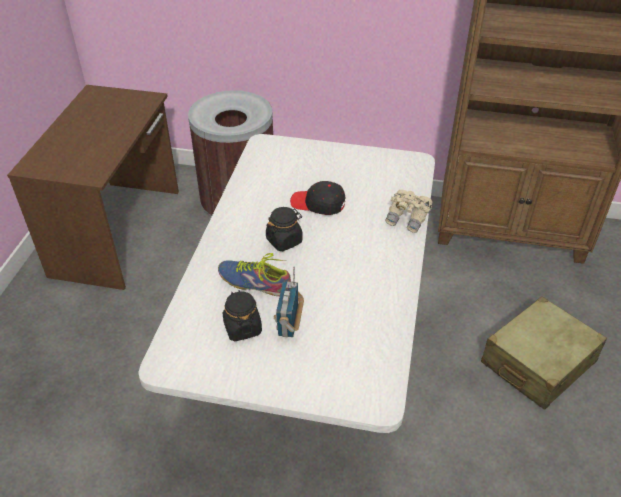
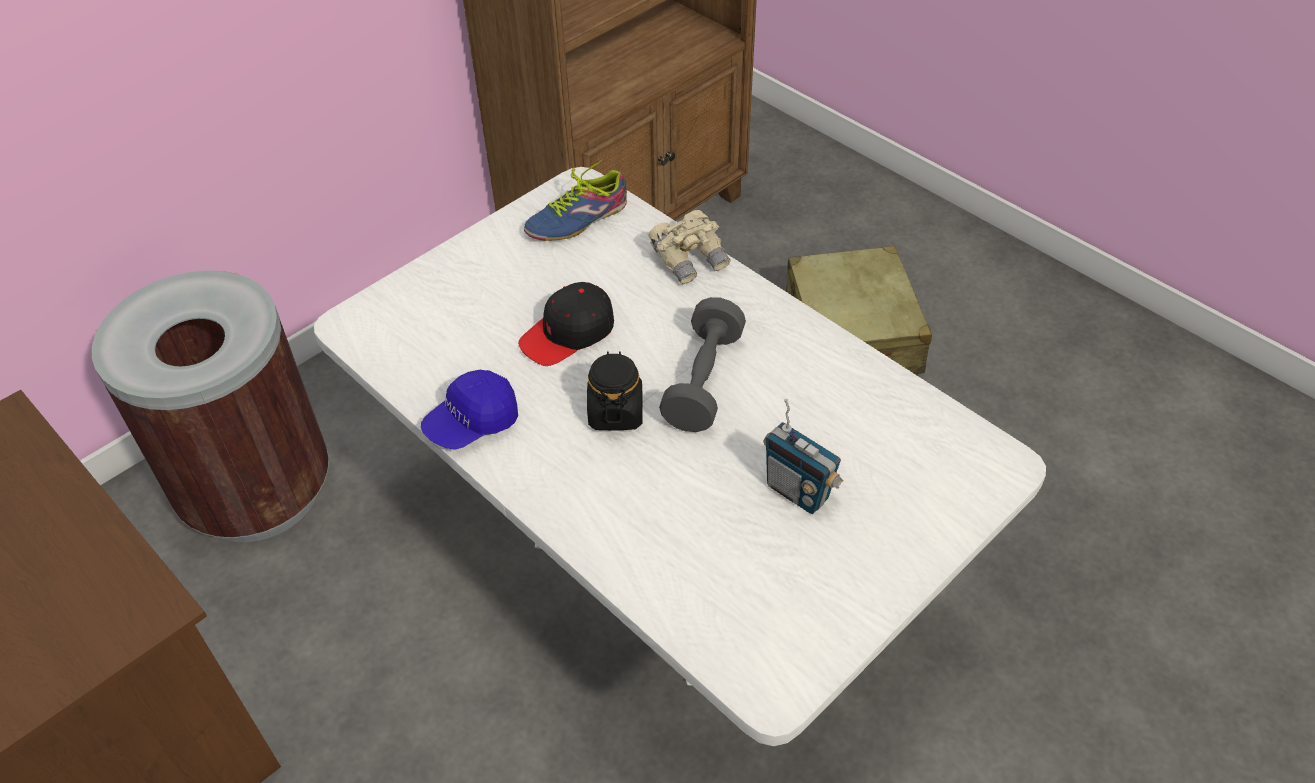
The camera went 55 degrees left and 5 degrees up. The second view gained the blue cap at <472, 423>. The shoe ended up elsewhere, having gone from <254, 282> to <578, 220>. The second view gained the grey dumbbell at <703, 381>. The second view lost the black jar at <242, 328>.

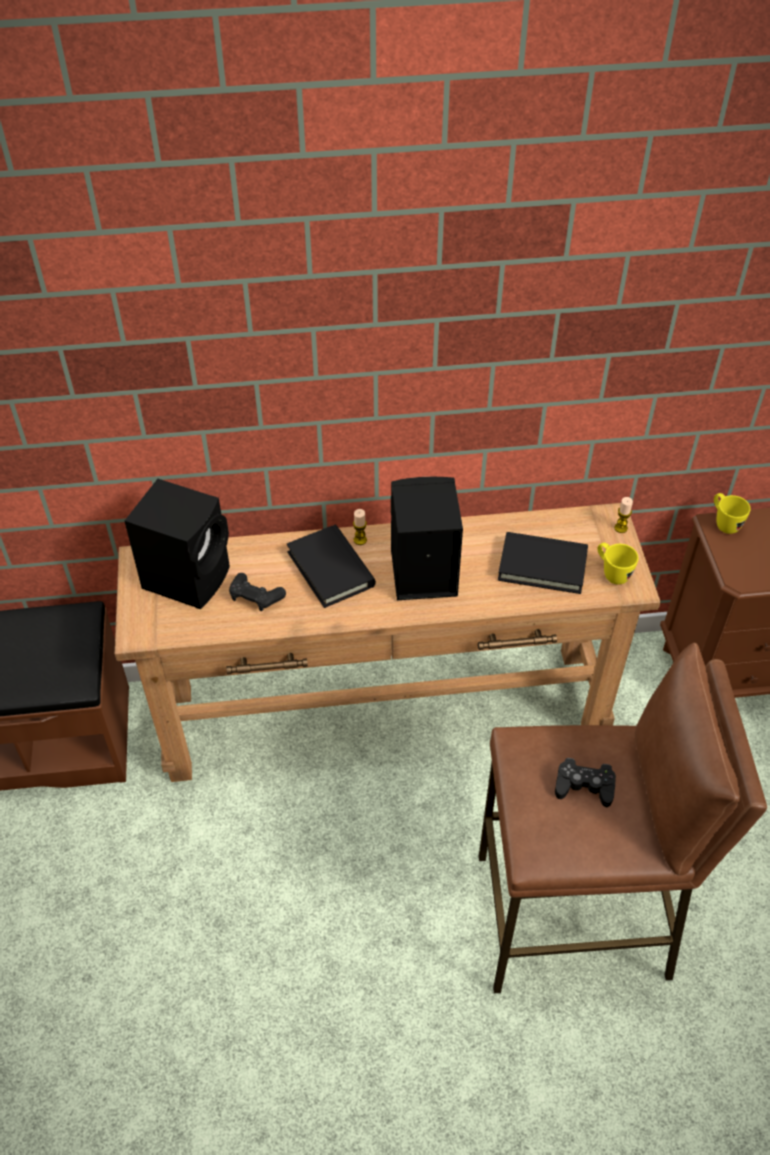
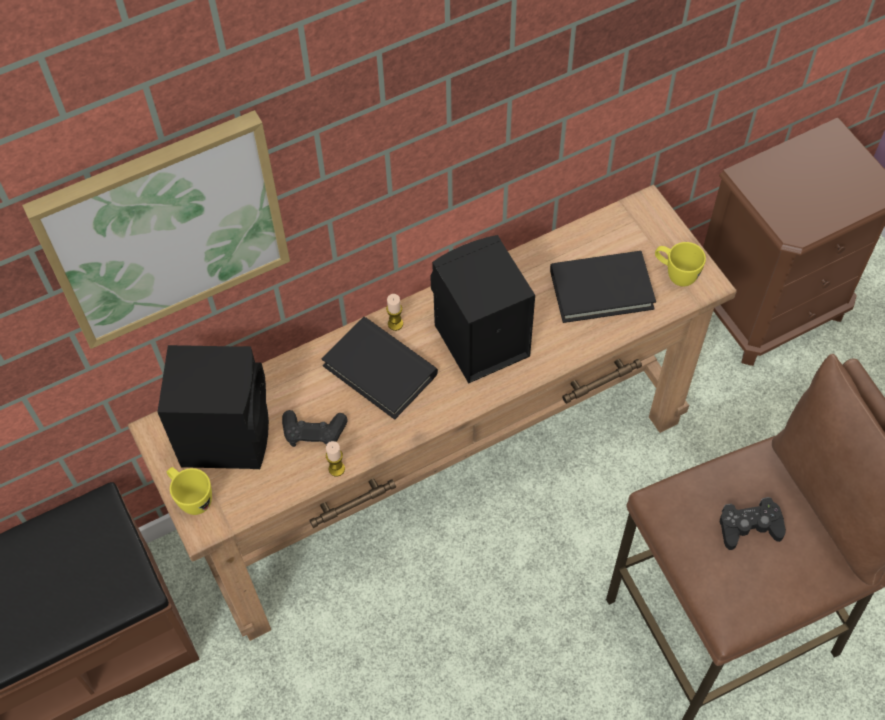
The camera went 20 degrees left and 10 degrees up. The second view gained the picture at <165, 229>. The yellow mug ended up elsewhere, having gone from <723, 523> to <191, 498>. The candle ended up elsewhere, having gone from <620, 528> to <336, 469>.

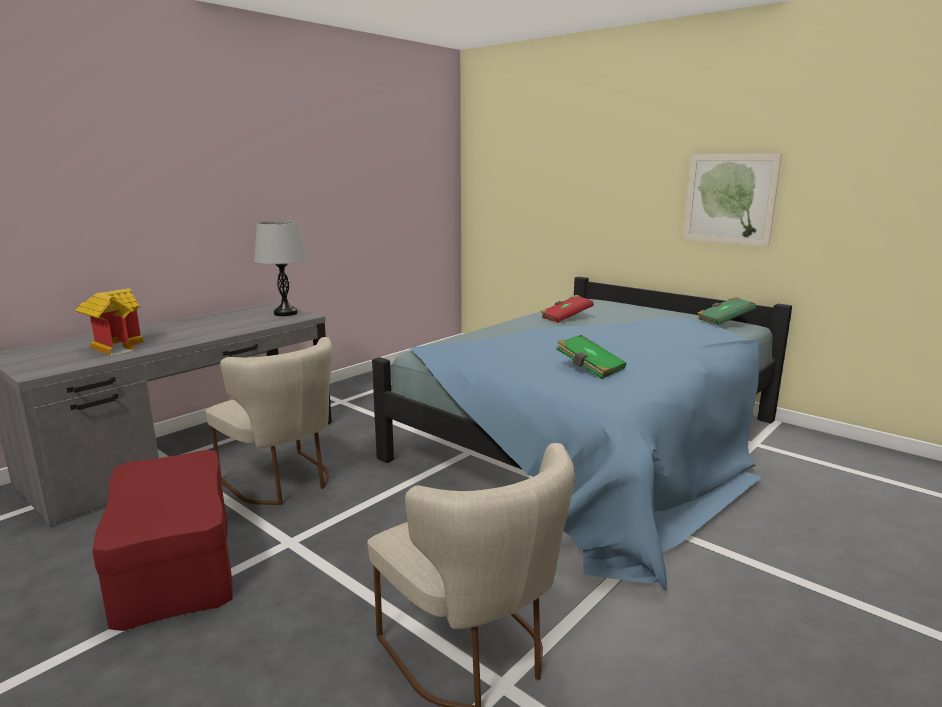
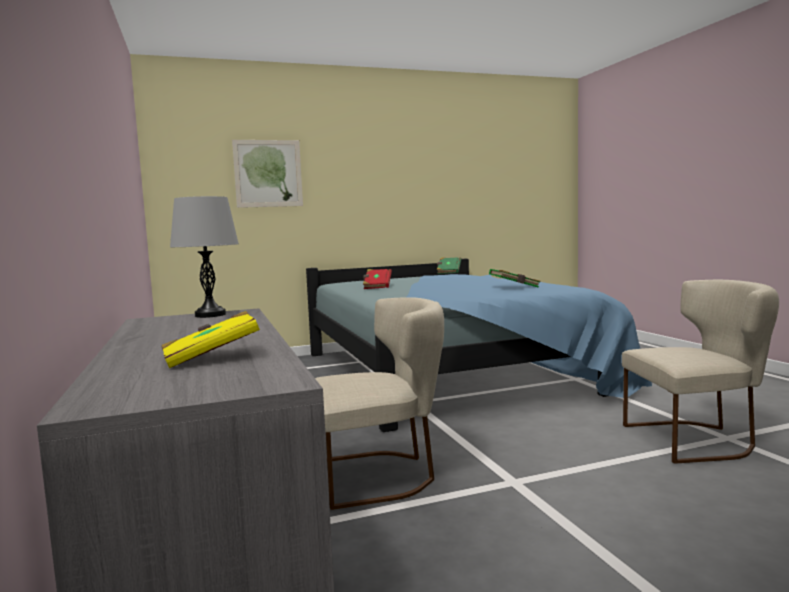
The camera went 60 degrees left and 10 degrees down. Where the toy house stood at <115, 347>, the yellow book came to stand at <211, 358>. The picture ended up elsewhere, having gone from <729, 199> to <268, 173>. The second view lost the red ottoman at <174, 564>.

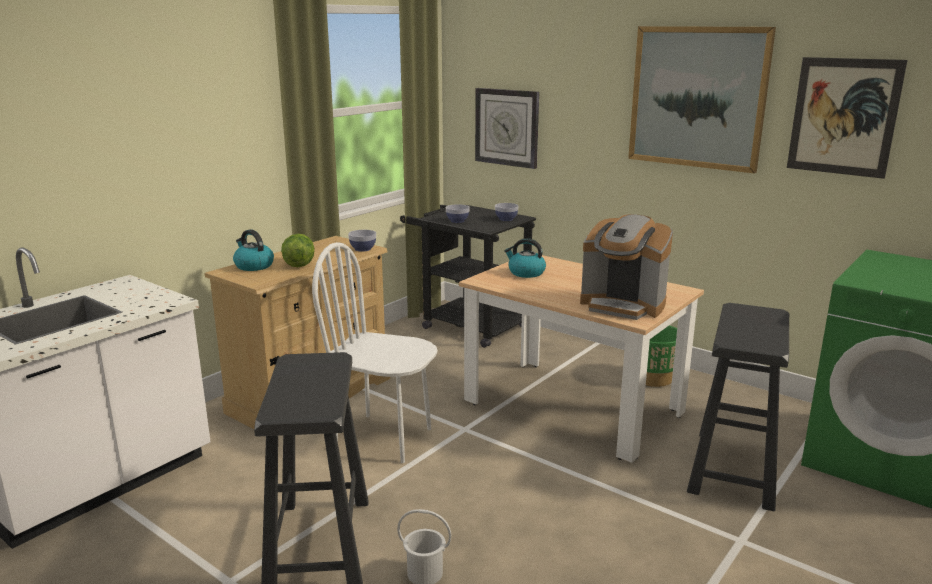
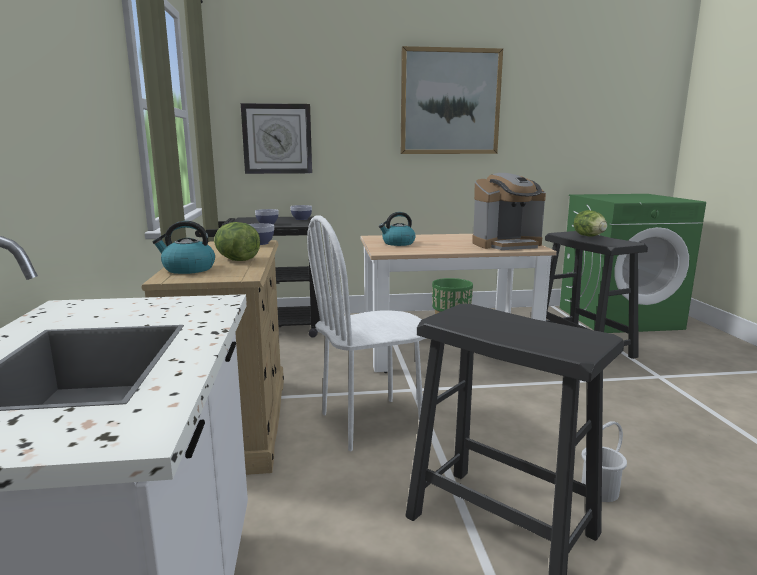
The camera went 45 degrees left and 5 degrees down. The second view gained the lettuce at <589, 236>. The second view lost the picture at <843, 117>.

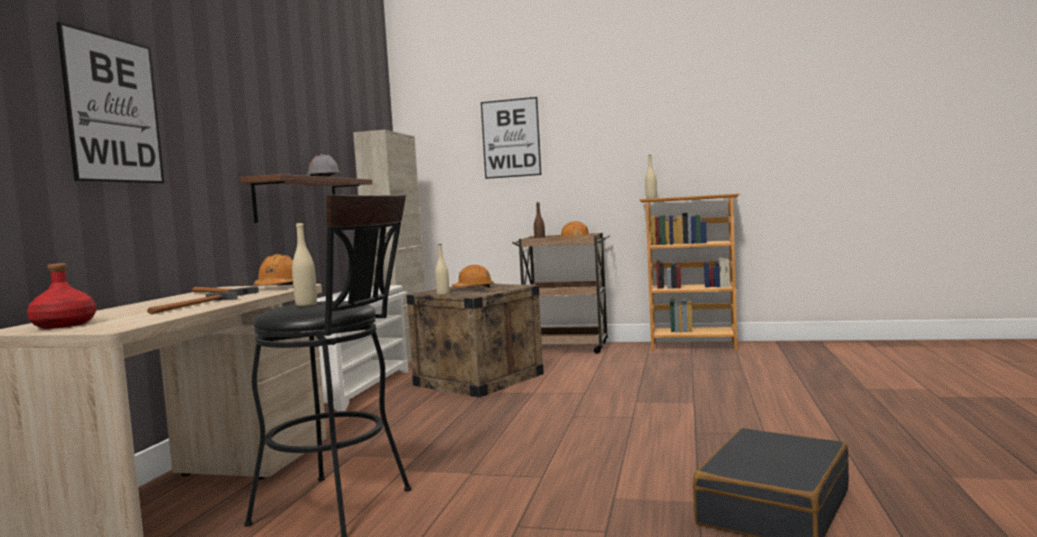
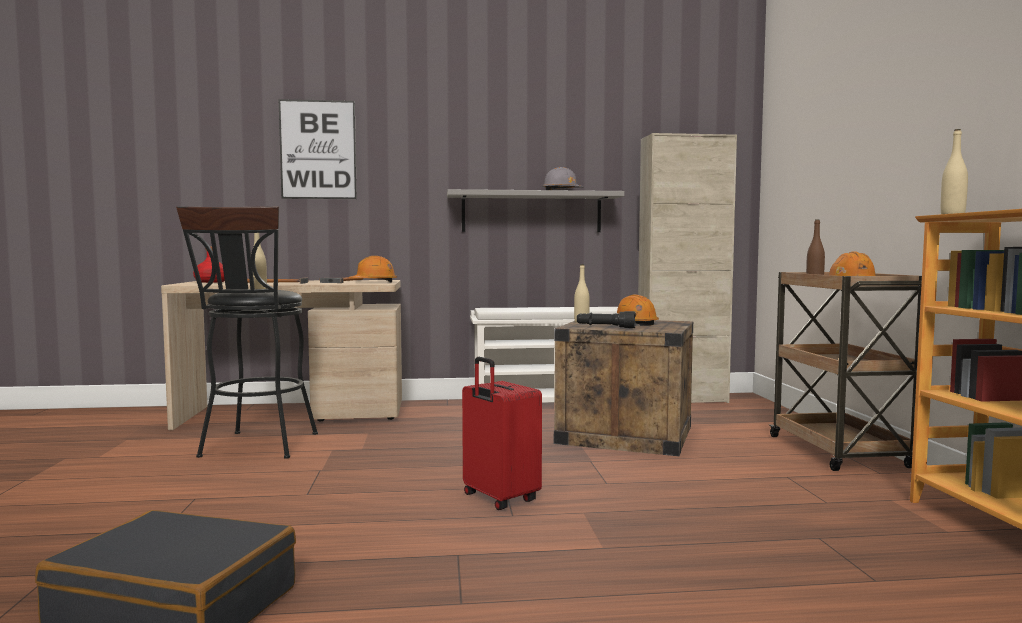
The camera went 70 degrees right and 0 degrees up. What was the brown shelf at <297, 200> turned into the grey shelf at <531, 212>. The second view gained the red suitcase at <499, 499>. The second view gained the black flashlight at <605, 327>. The second view lost the picture at <511, 138>.

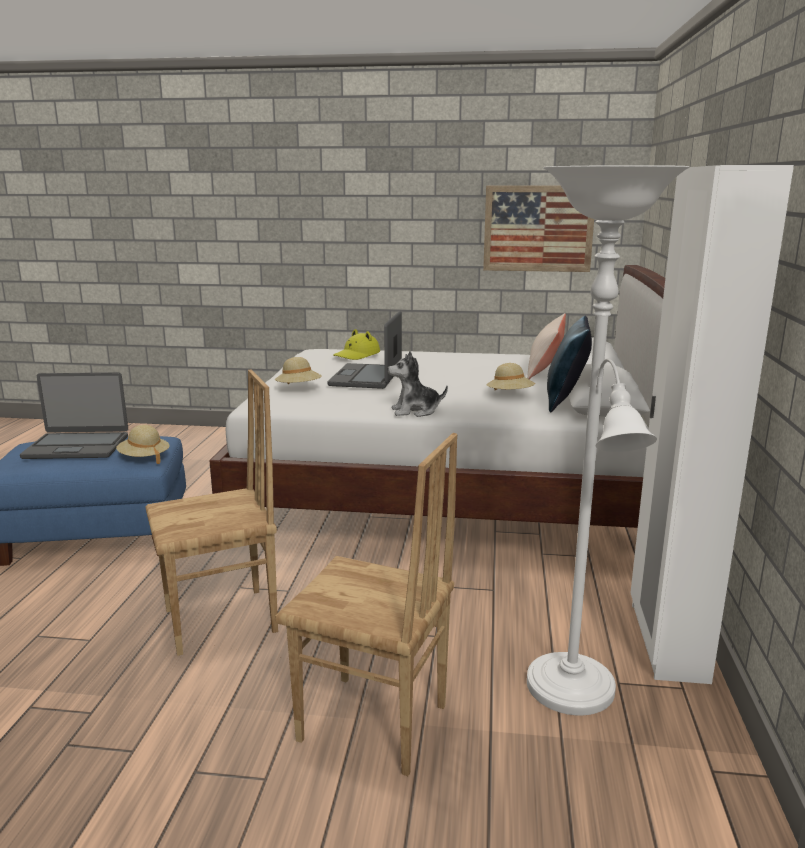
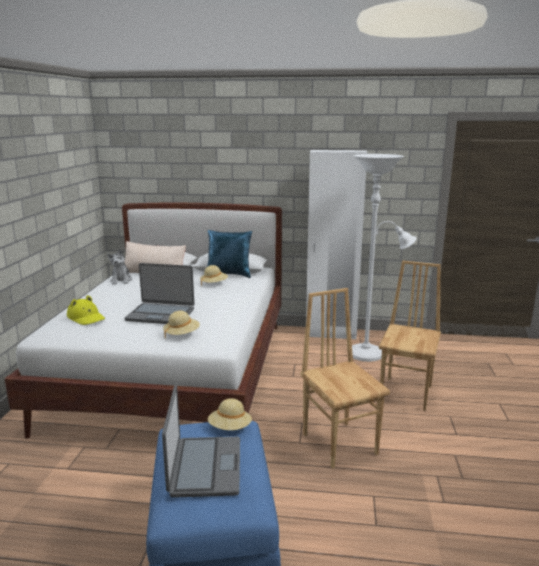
The camera went 90 degrees left and 0 degrees up. The plush toy ended up elsewhere, having gone from <415, 411> to <121, 280>. The second view lost the picture at <538, 228>.

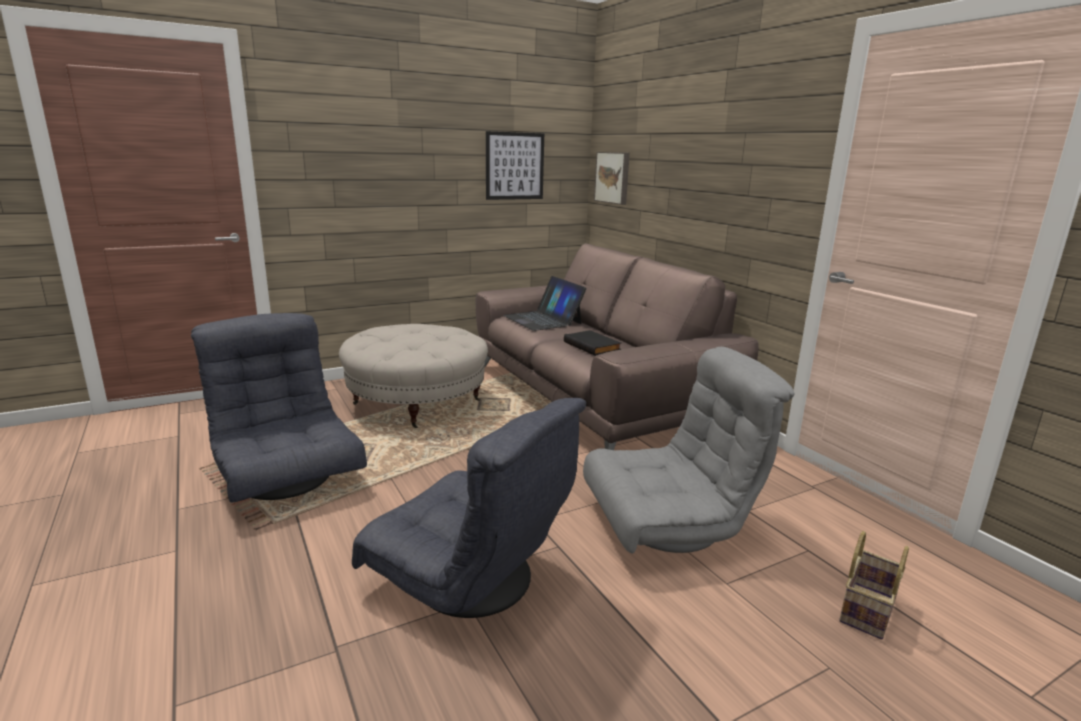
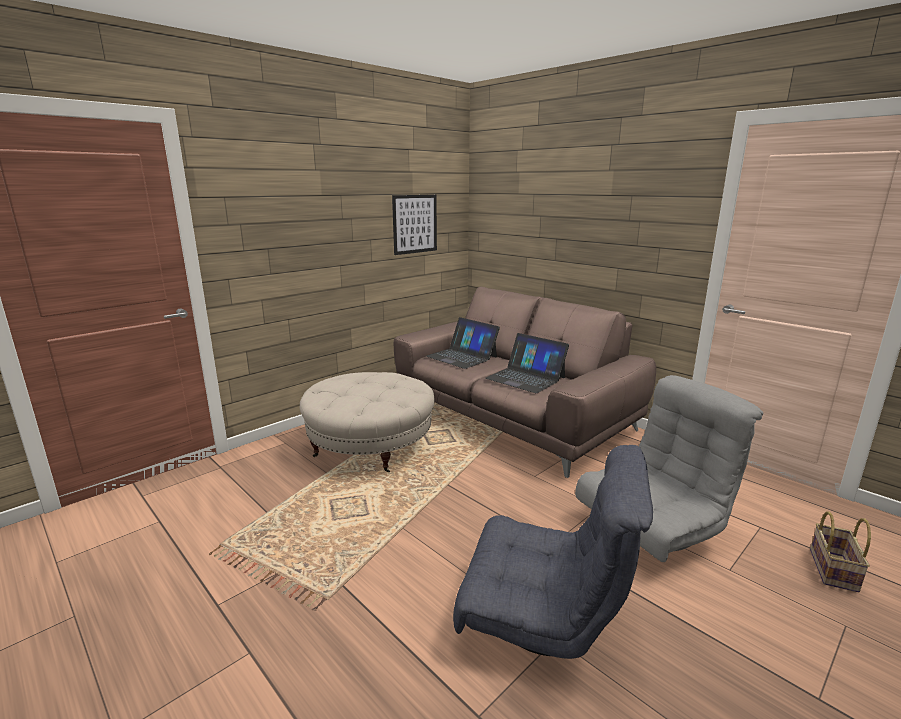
The camera went 15 degrees left and 0 degrees up. Where the black book stood at <593, 346>, the laptop came to stand at <525, 378>. The second view lost the grey armchair at <287, 477>. The second view lost the picture at <613, 177>.

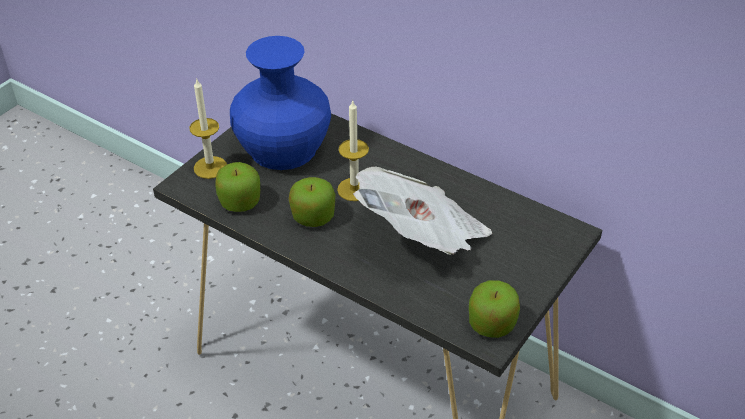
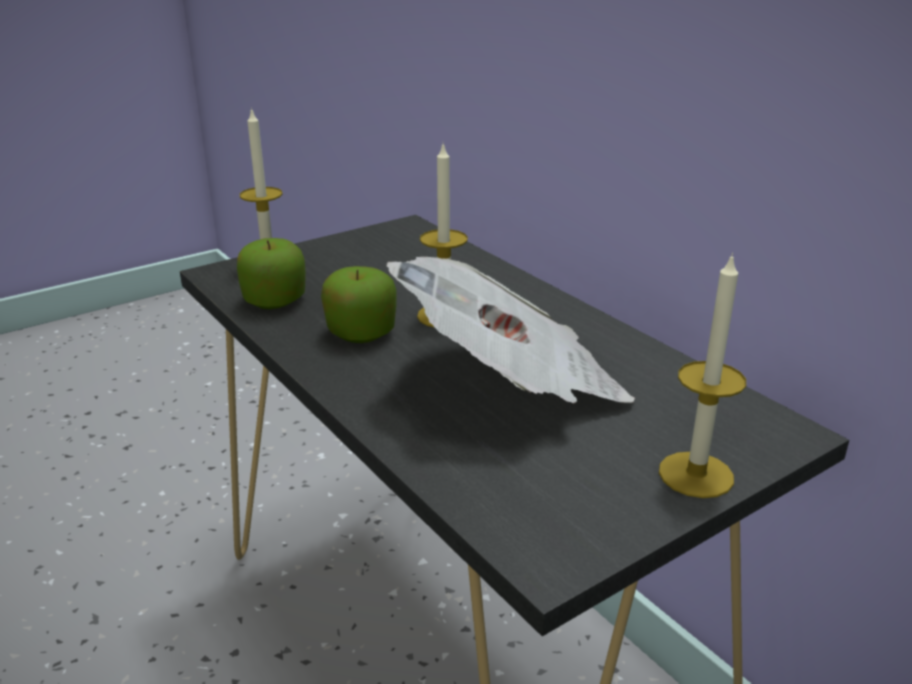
The camera went 20 degrees right and 15 degrees down. The second view gained the candle at <696, 474>. The second view lost the blue vase at <283, 148>. The second view lost the apple at <492, 324>.

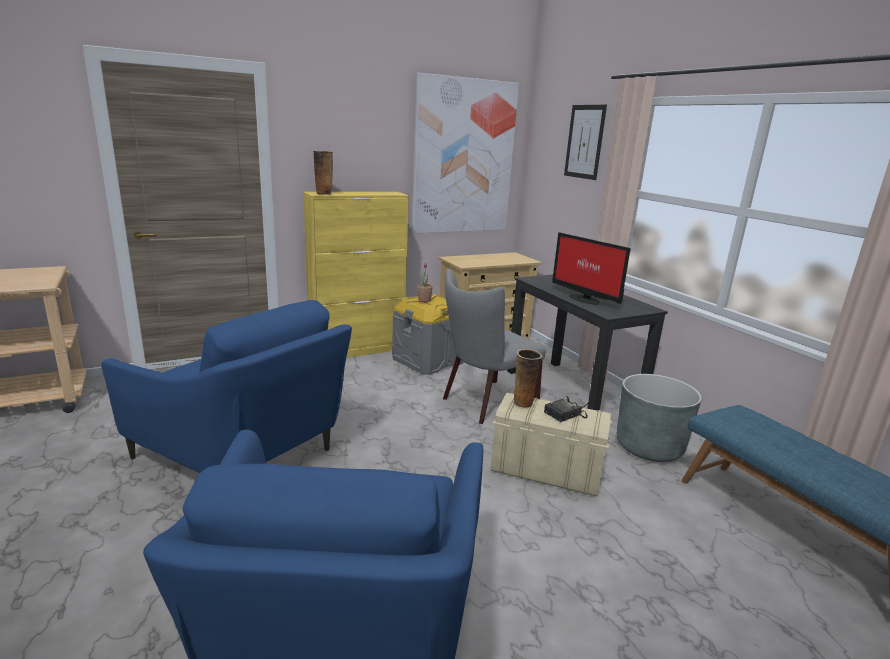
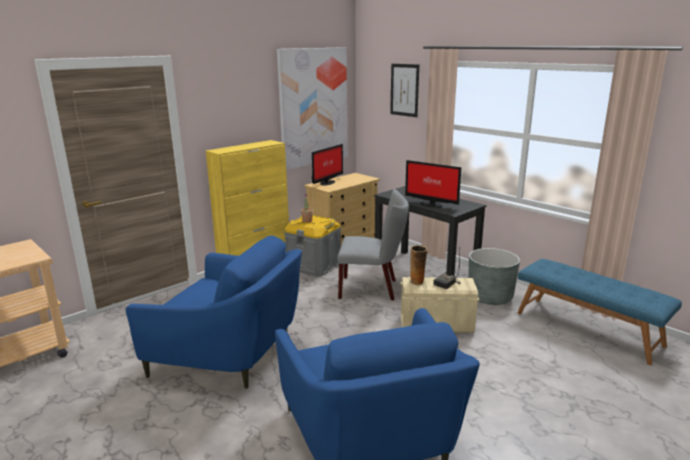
The camera went 15 degrees left and 0 degrees up. The second view gained the monitor at <326, 183>. The grey chair at <484, 403> ended up facing another way, 120 degrees counterclockwise from before. The second view lost the vase at <323, 194>.

